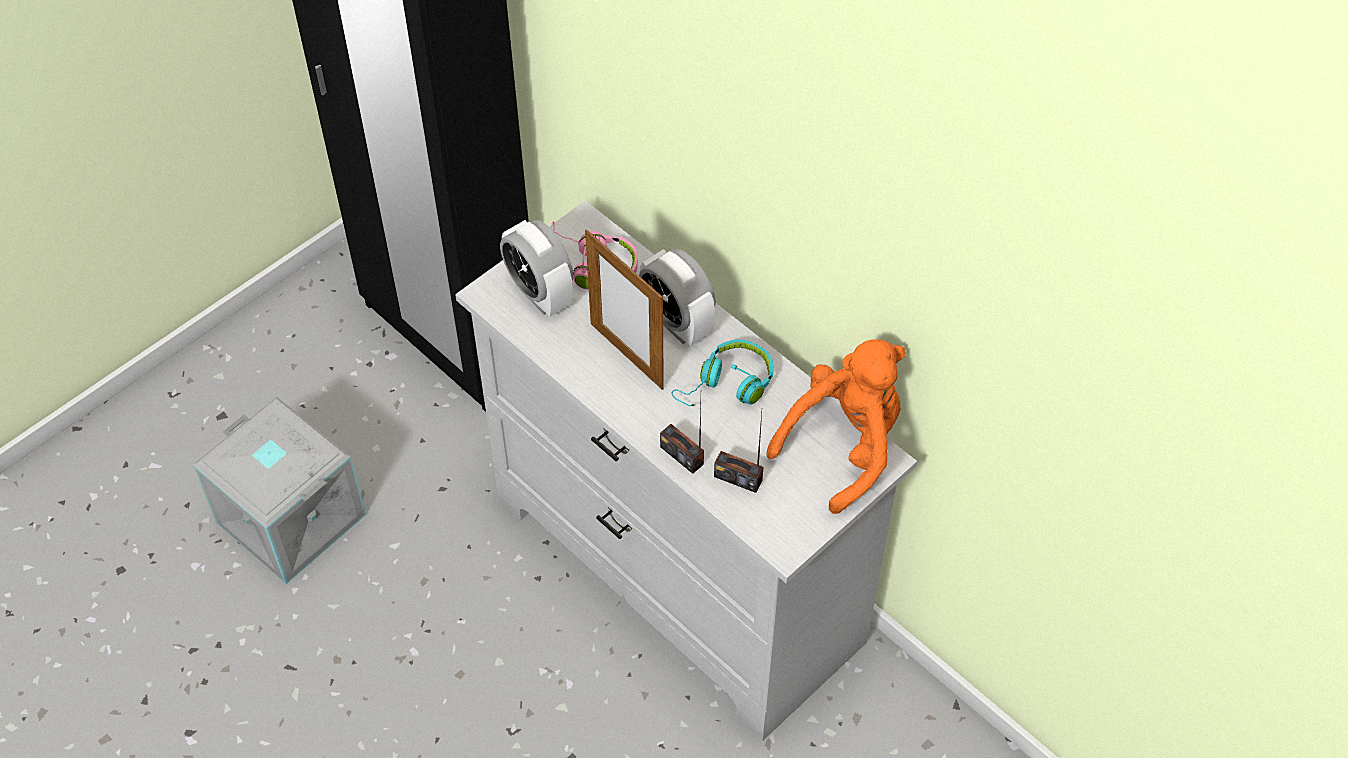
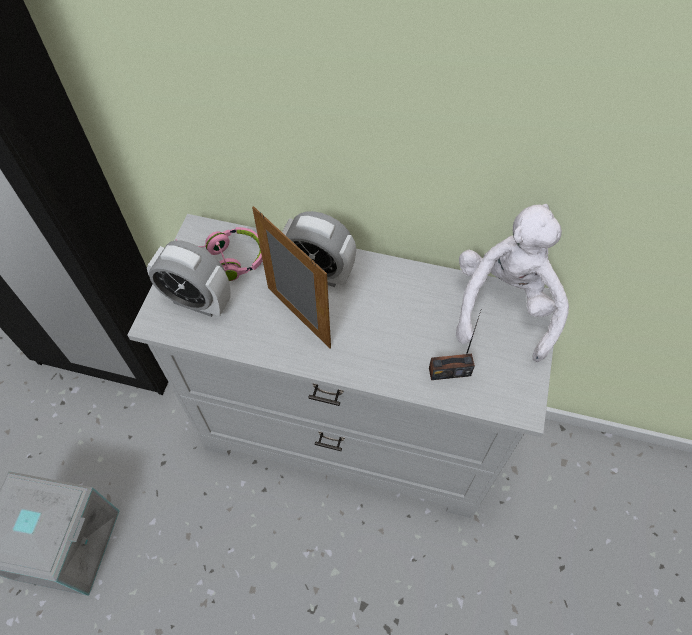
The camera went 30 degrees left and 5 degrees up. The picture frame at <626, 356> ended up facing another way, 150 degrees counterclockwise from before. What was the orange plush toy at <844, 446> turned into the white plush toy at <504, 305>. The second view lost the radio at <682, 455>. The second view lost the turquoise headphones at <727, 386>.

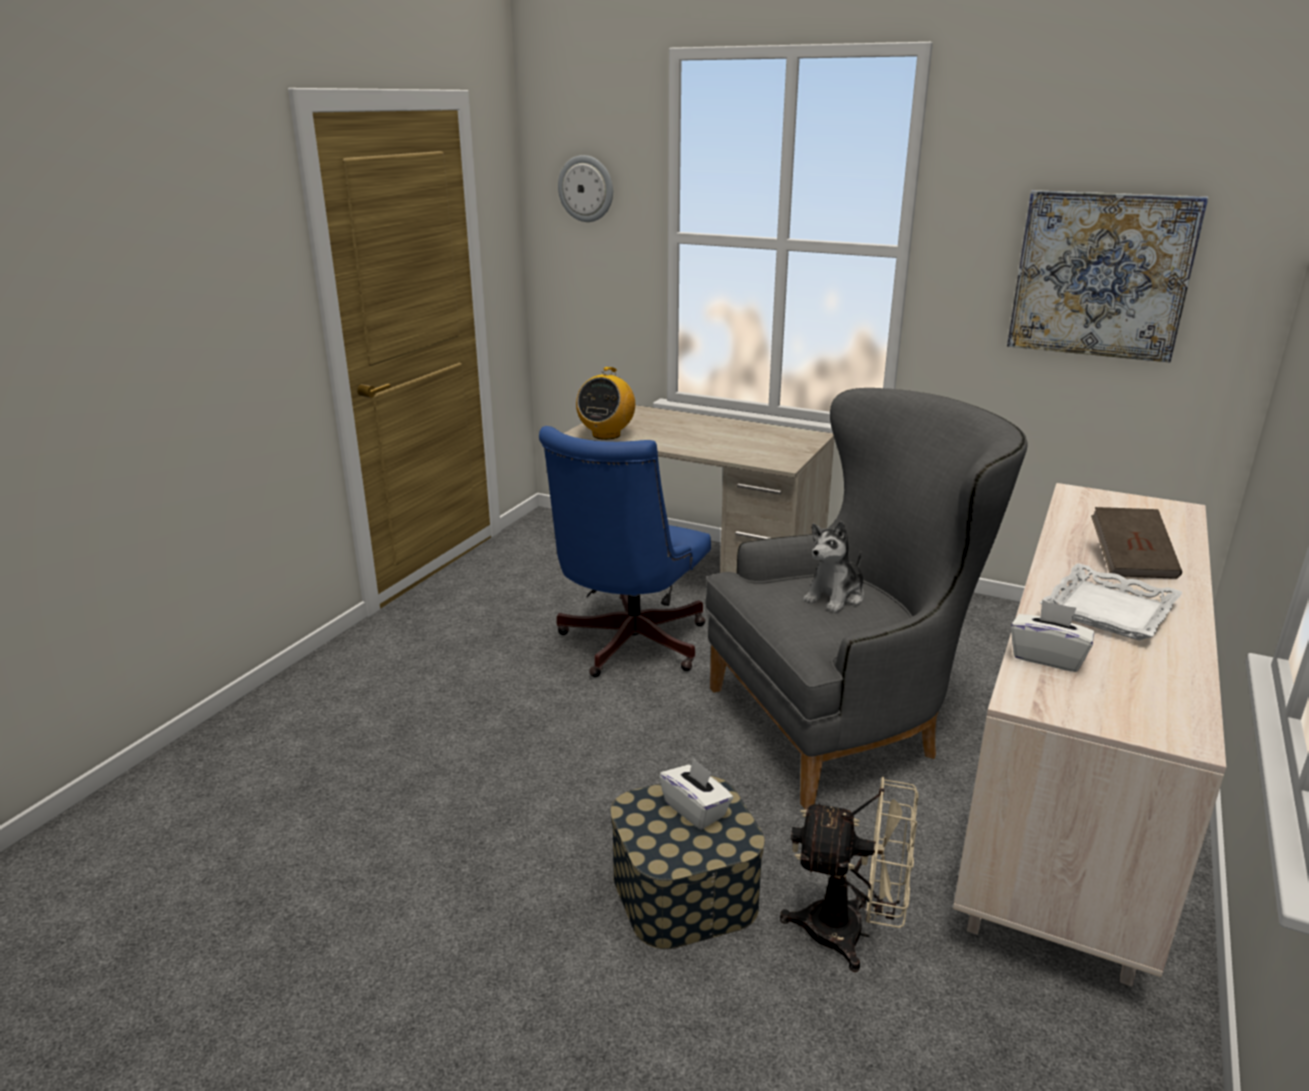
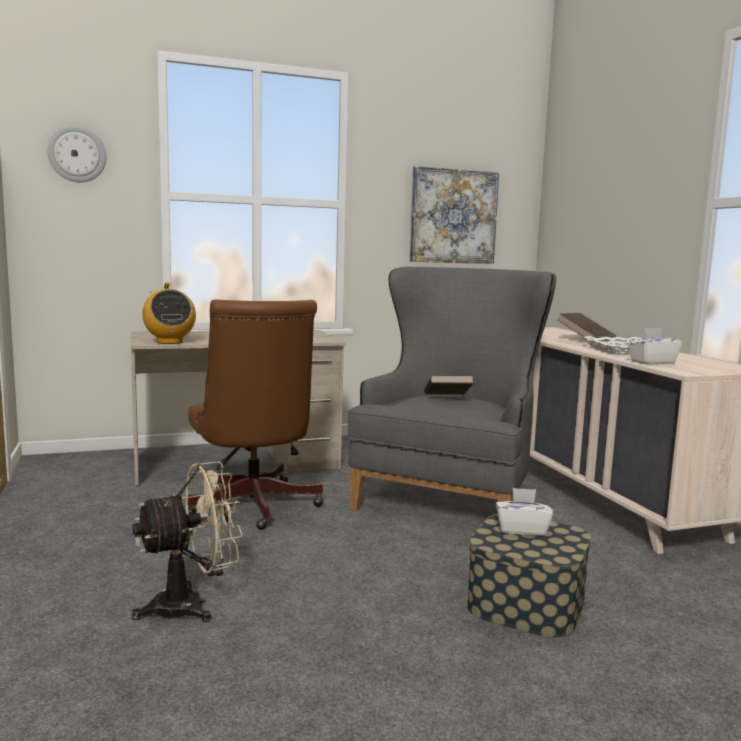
The camera went 45 degrees left and 15 degrees down. The beige fan ended up elsewhere, having gone from <850, 933> to <191, 605>. What was the blue office chair at <627, 646> turned into the brown office chair at <253, 507>. Where the plush toy stood at <835, 596>, the brown book came to stand at <447, 399>.

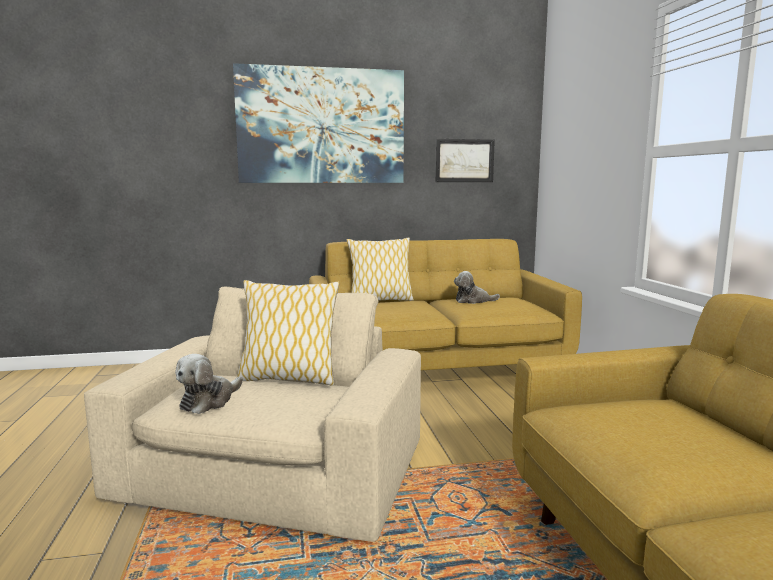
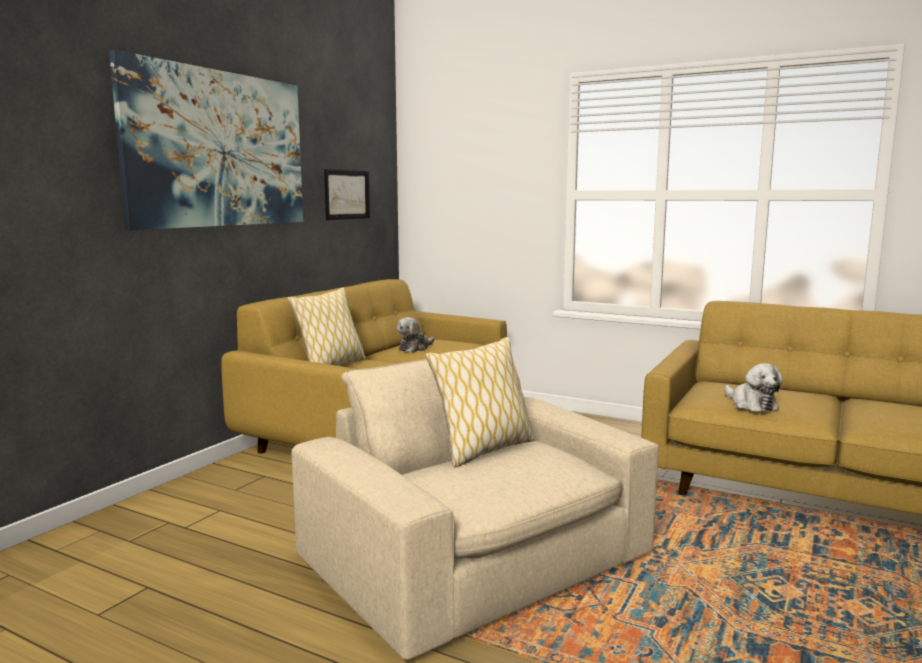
The camera went 50 degrees left and 0 degrees up. The plush toy ended up elsewhere, having gone from <209, 401> to <751, 404>.

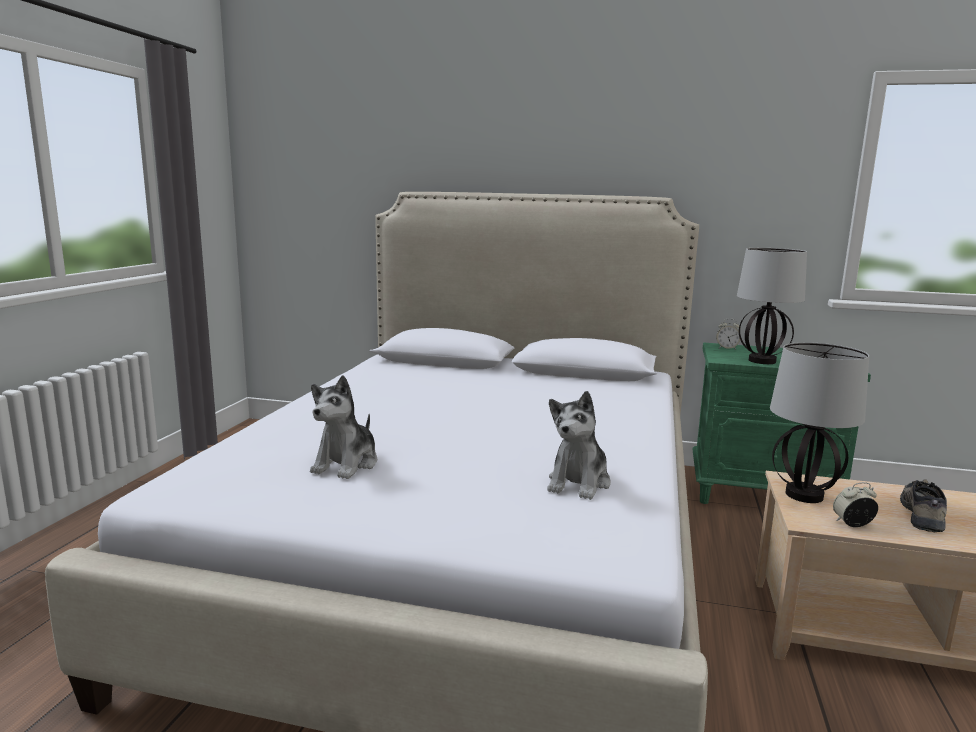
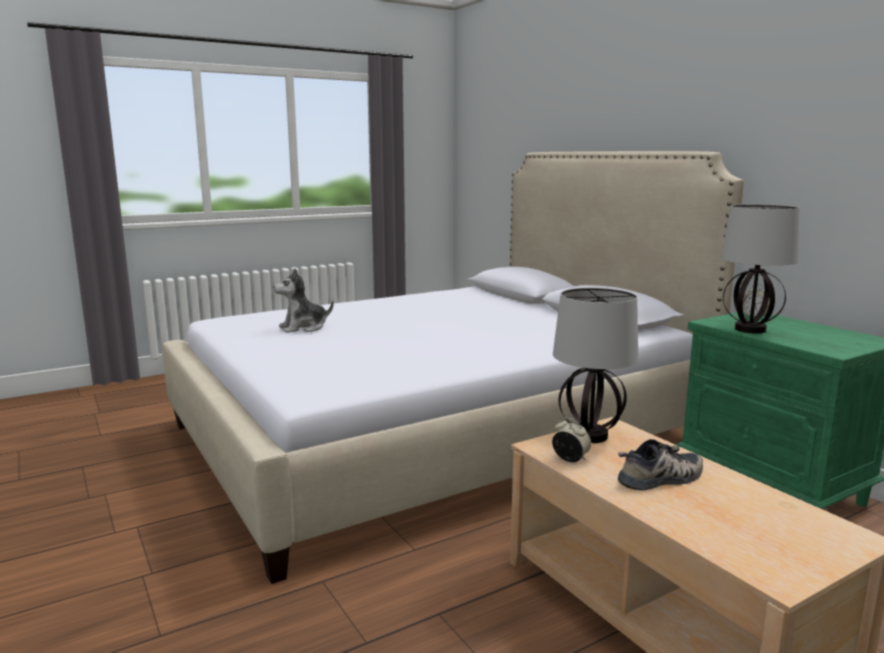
The camera went 45 degrees right and 0 degrees up. The second view lost the plush toy at <579, 483>.

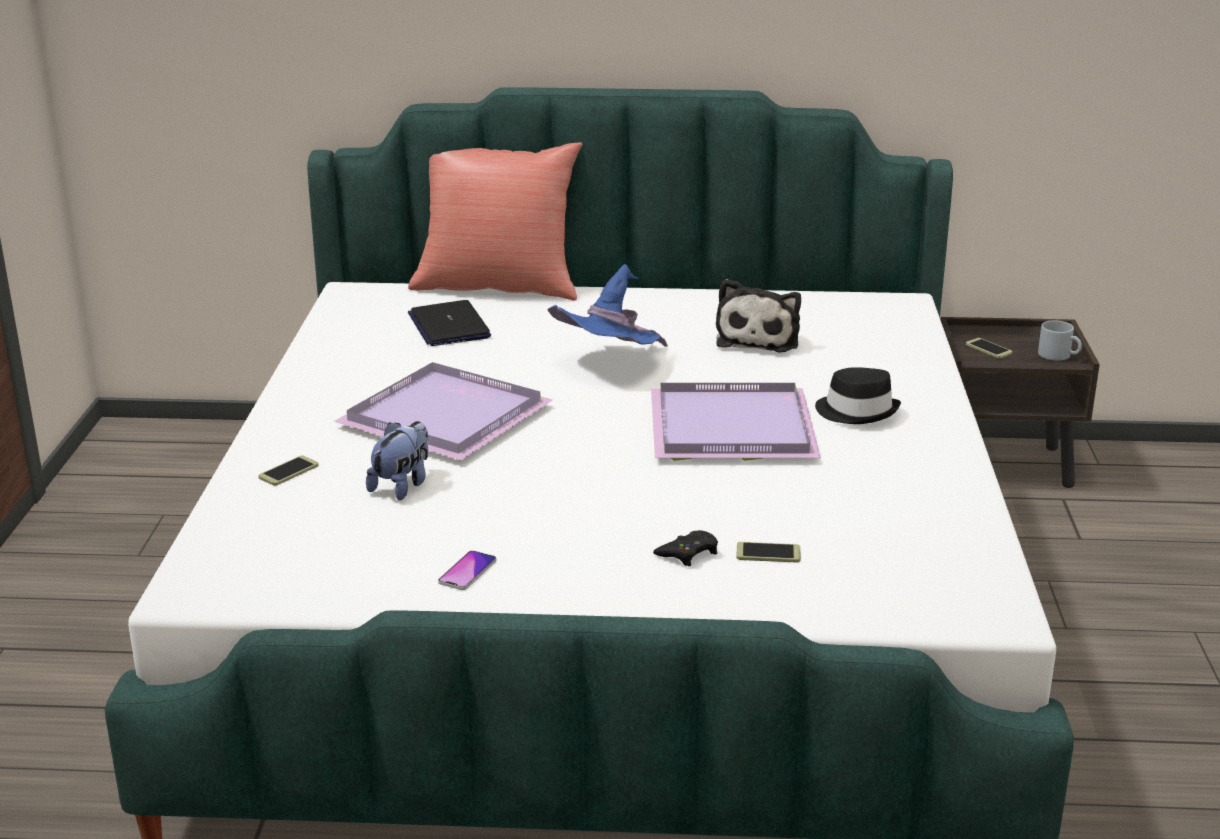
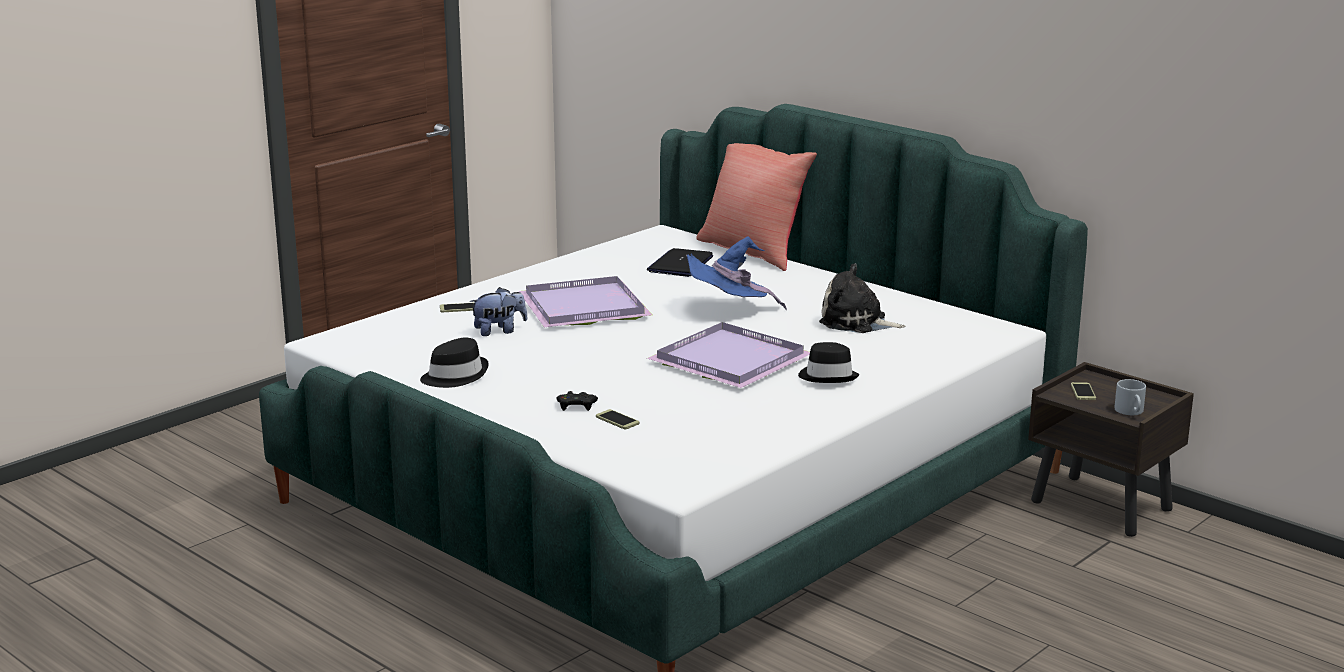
The camera went 40 degrees right and 5 degrees down. Where the phone stood at <467, 572>, the black hat came to stand at <455, 376>. The plush toy at <759, 338> ended up facing another way, 60 degrees clockwise from before.

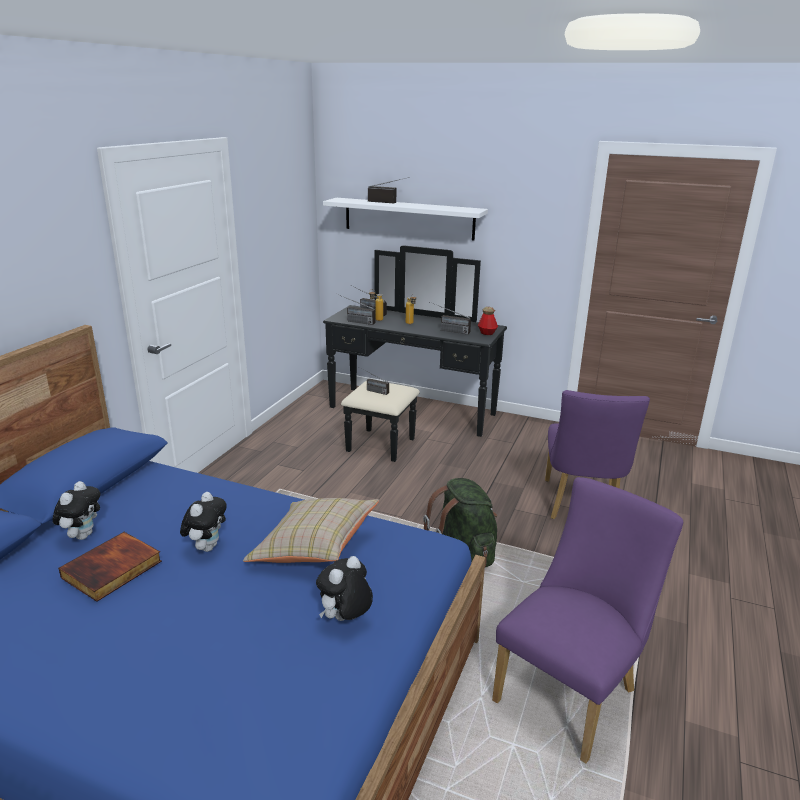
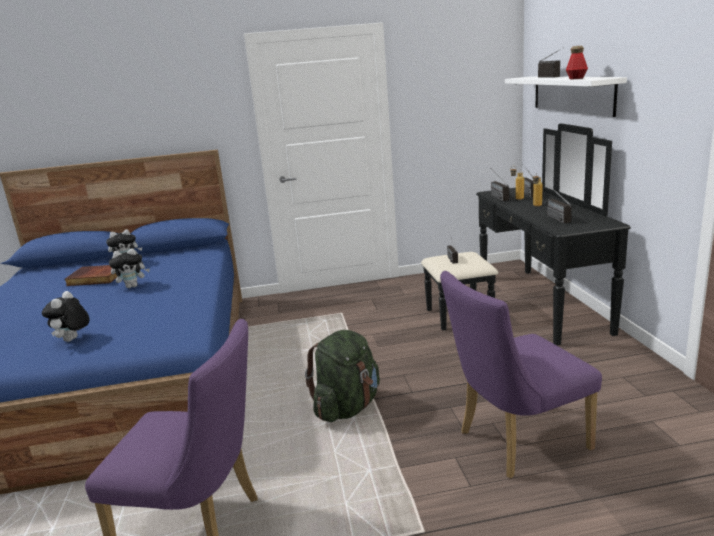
The camera went 60 degrees right and 5 degrees down. The plush toy at <345, 619> ended up facing another way, 90 degrees counterclockwise from before. The bottle ended up elsewhere, having gone from <487, 333> to <576, 78>. The second view lost the beige pillow at <314, 548>.

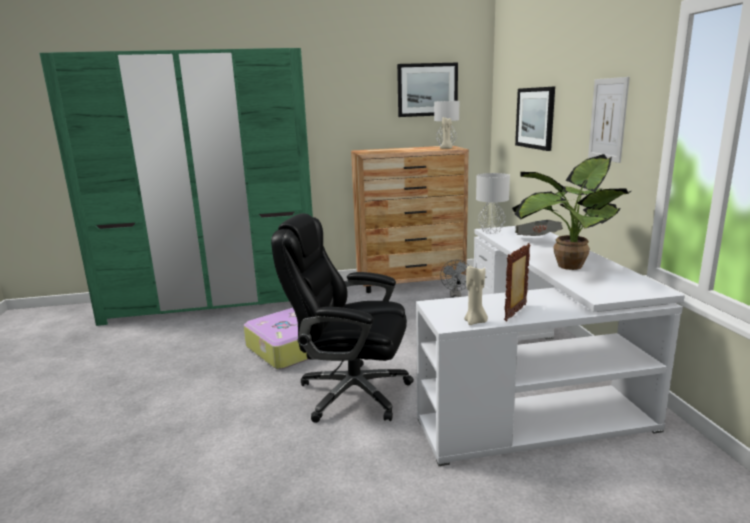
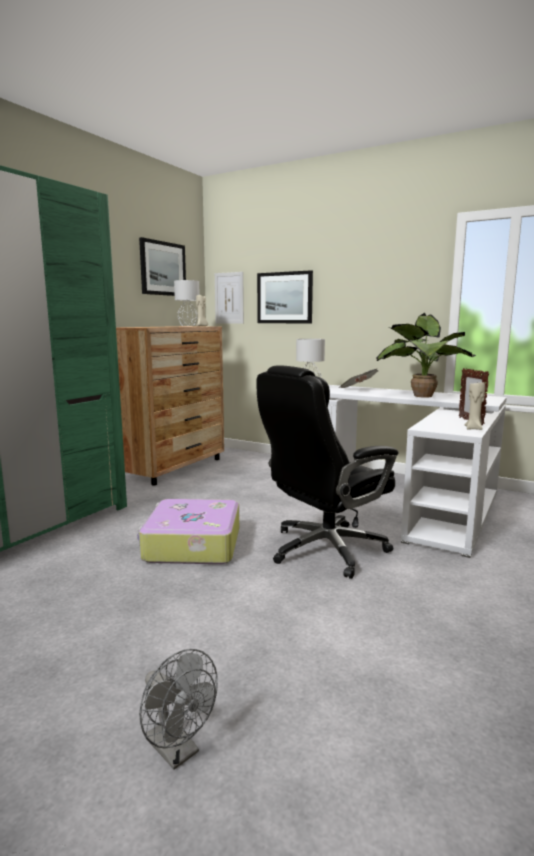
The camera went 50 degrees left and 5 degrees down. The grey fan ended up elsewhere, having gone from <456, 297> to <178, 751>. The picture ended up elsewhere, having gone from <608, 119> to <229, 298>.

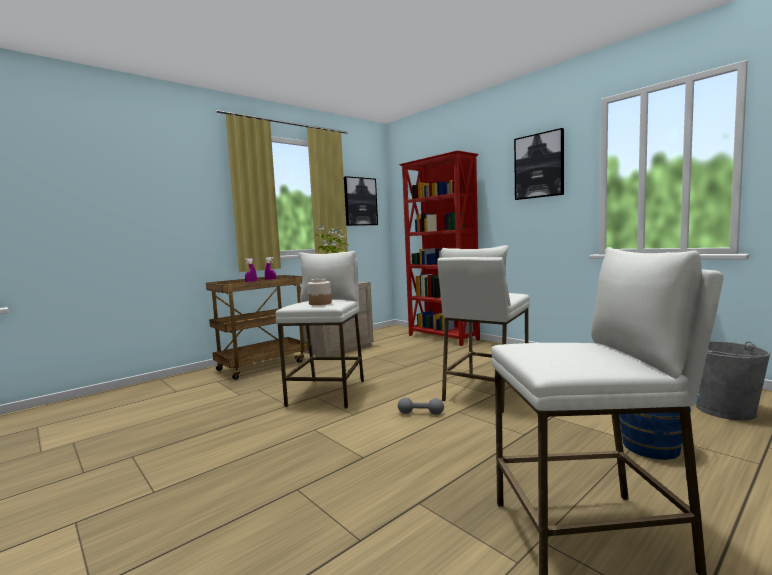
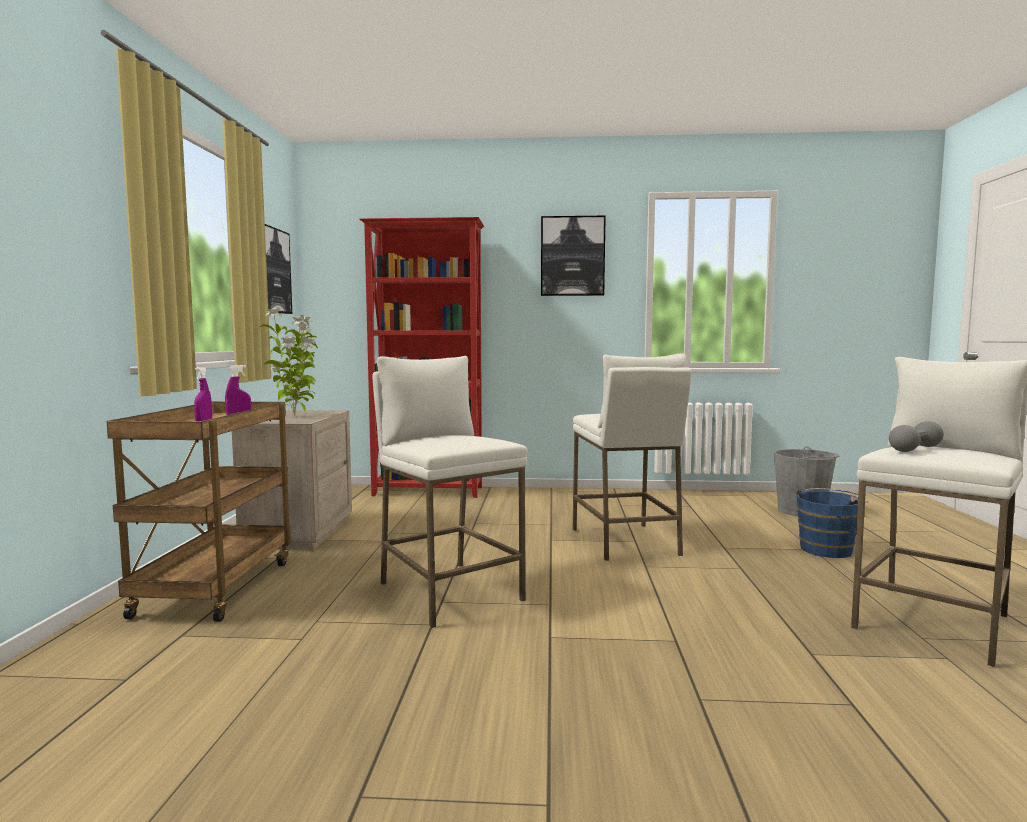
The camera went 45 degrees left and 0 degrees up. The grey dumbbell ended up elsewhere, having gone from <421, 413> to <915, 449>. The second view lost the jar at <320, 303>.

